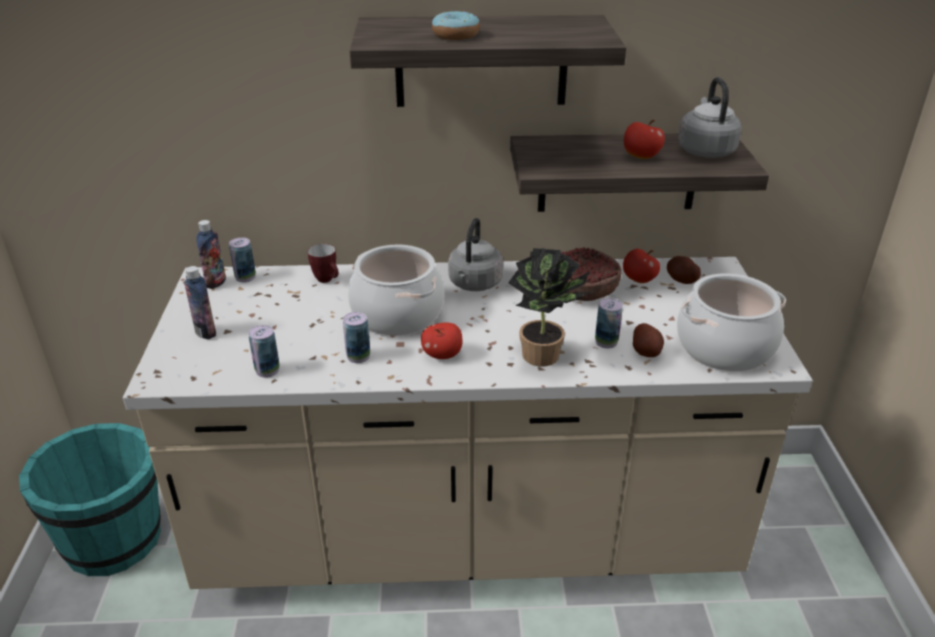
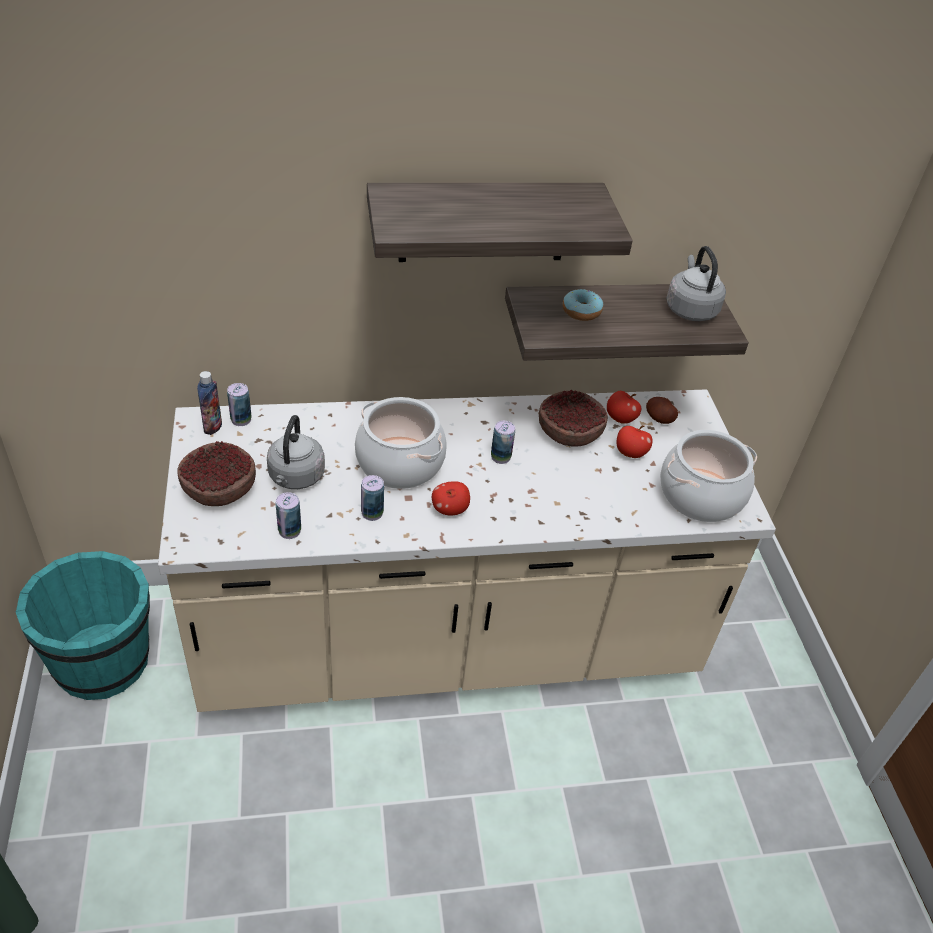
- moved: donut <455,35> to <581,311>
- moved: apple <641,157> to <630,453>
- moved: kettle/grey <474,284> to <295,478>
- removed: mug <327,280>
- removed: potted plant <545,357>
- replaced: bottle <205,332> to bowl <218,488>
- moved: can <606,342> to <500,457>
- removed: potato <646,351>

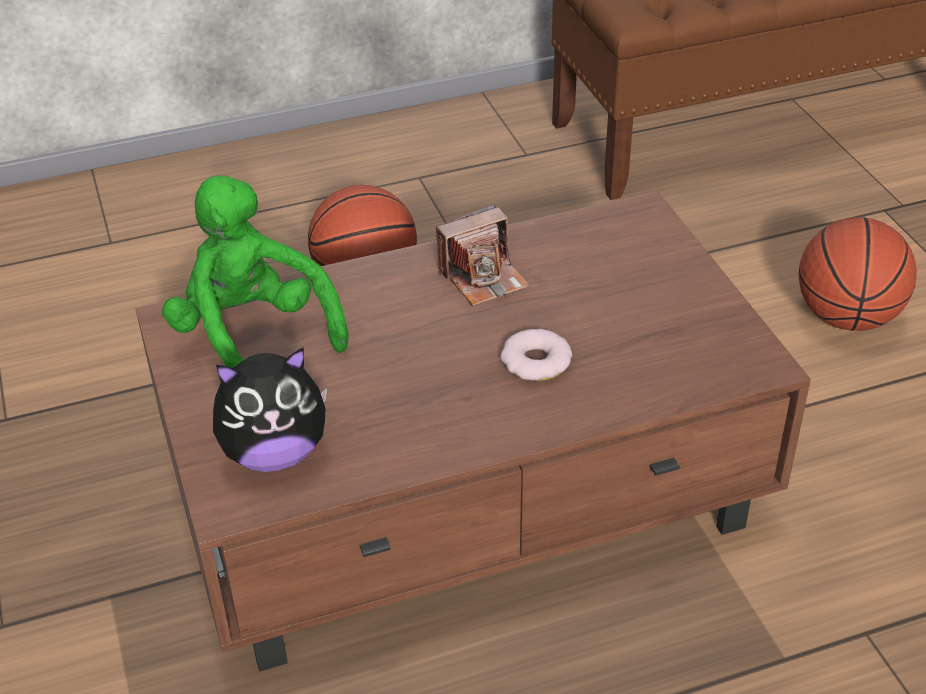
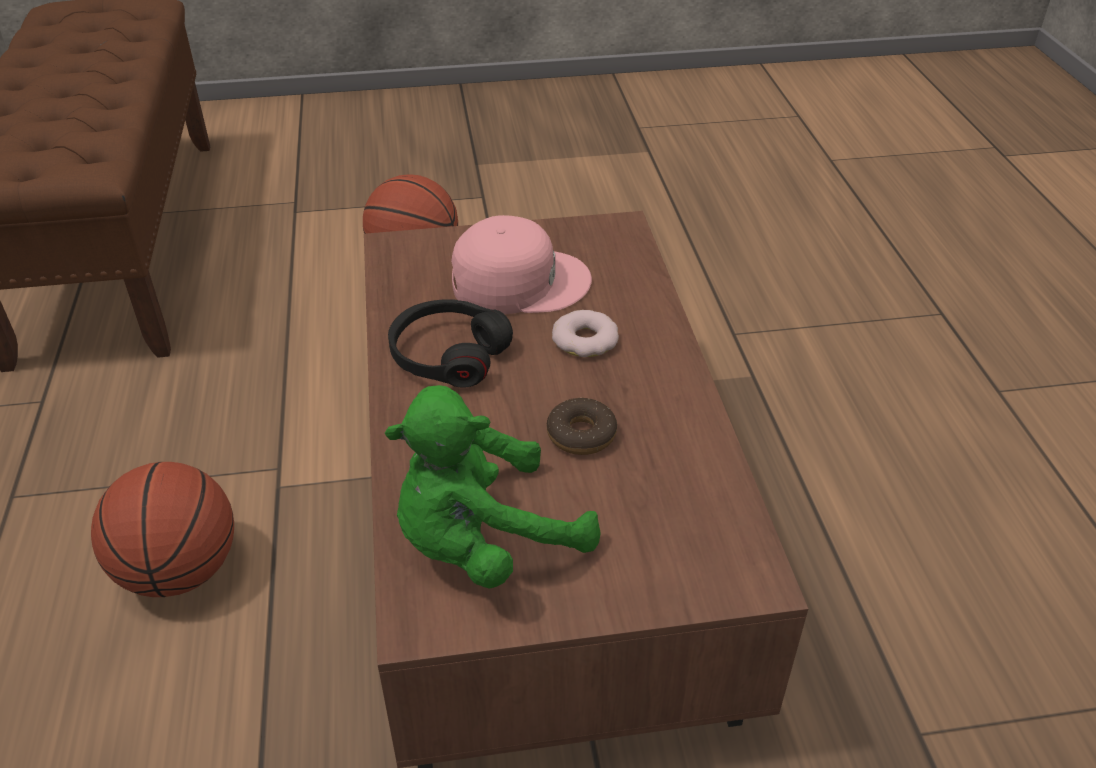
- replaced: photo camera <483,277> to headphones/black <448,355>
- removed: plush toy <274,453>
- added: cap/pink <518,281>
- added: donut <581,434>

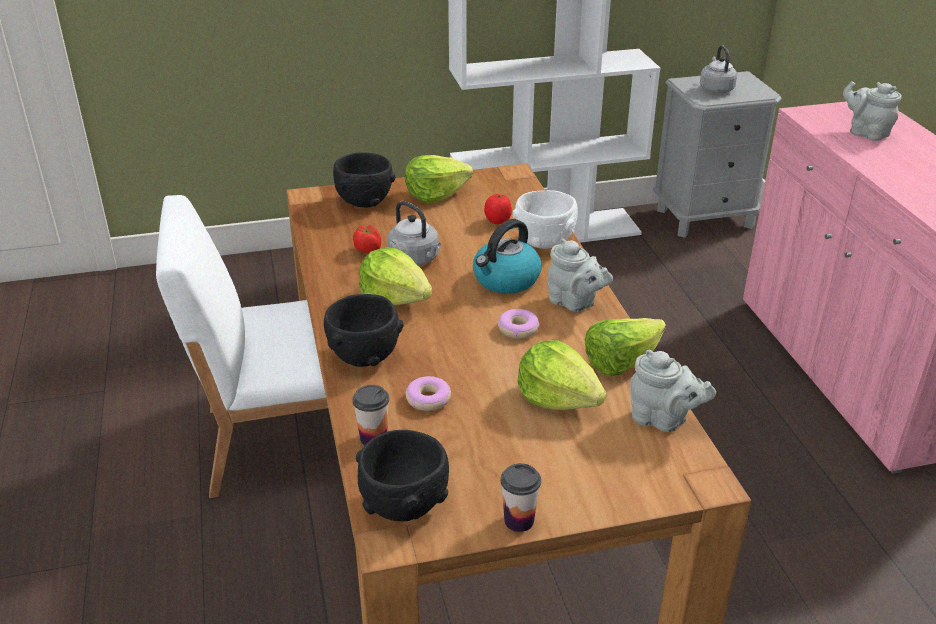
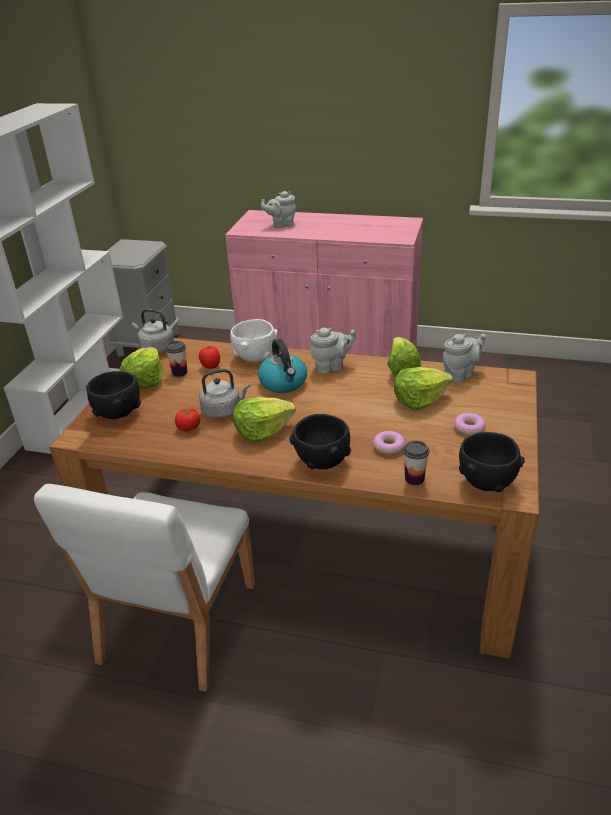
- moved: kettle/grey <716,89> to <156,348>
- moved: donut <518,329> to <469,428>
- moved: cup <519,520> to <179,372>

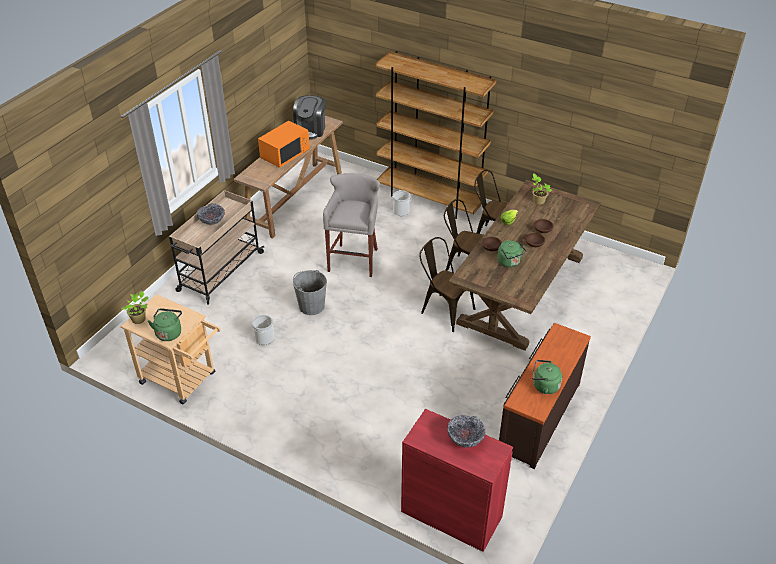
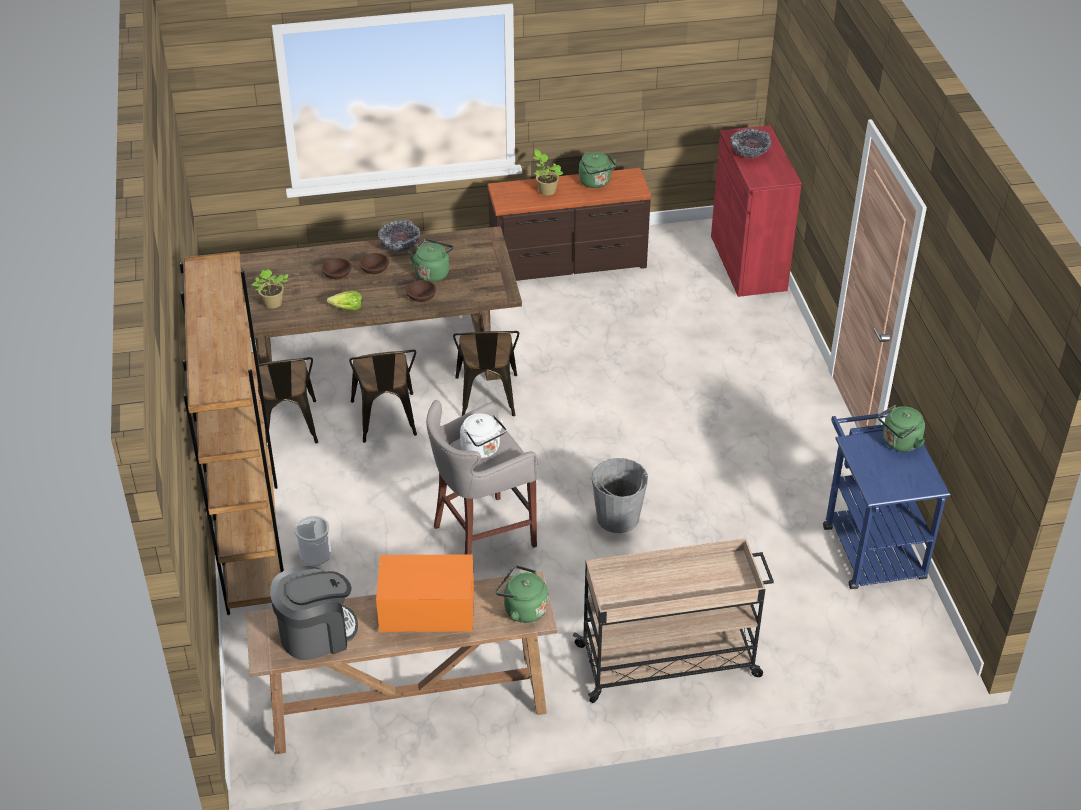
- moved: bowl <212,221> to <399,247>
- moved: potted plant <140,319> to <546,190>
- recoloured: cart/beige <183,380> to cart/blue <869,545>
- removed: bucket <264,338>
- added: kettle/white <482,449>
- added: kettle/green <522,609>

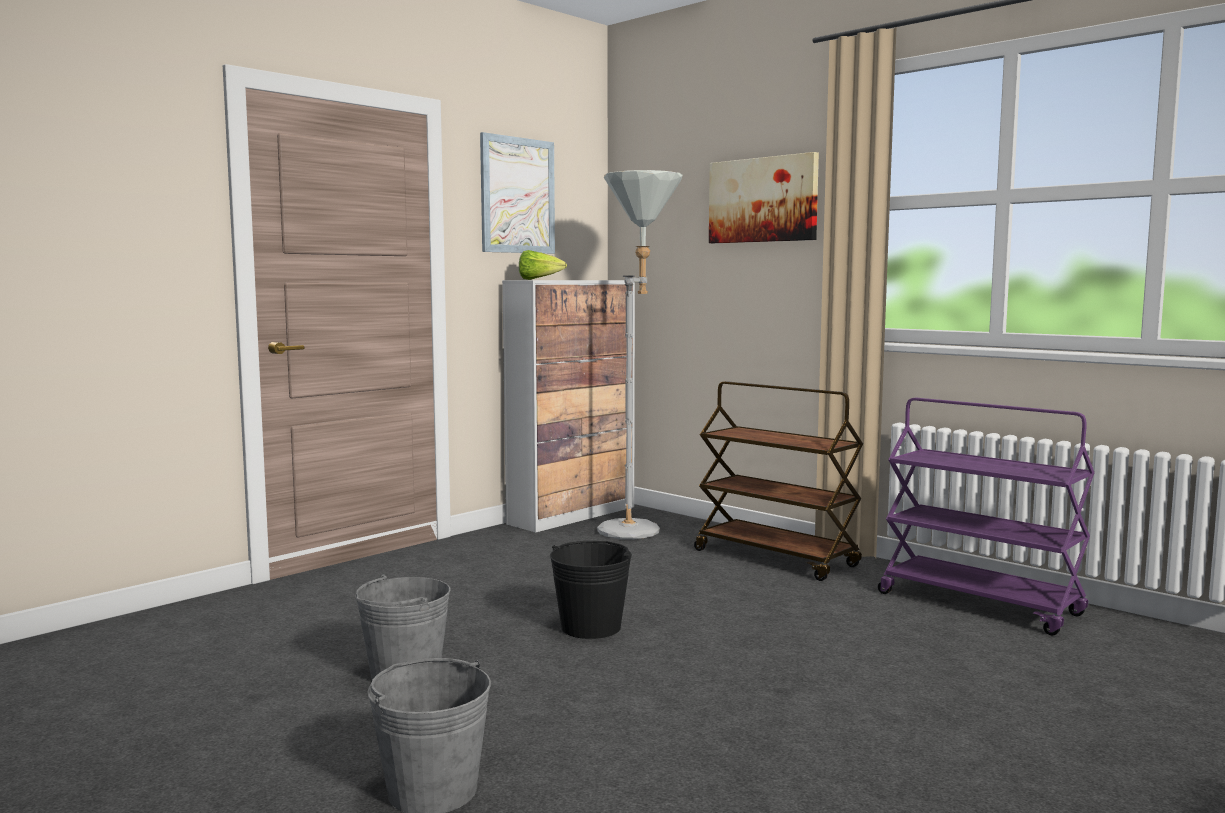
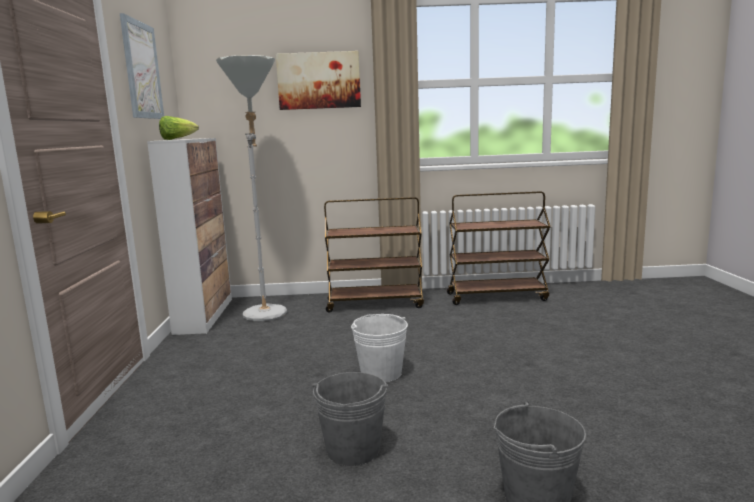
- recoloured: cart/purple <980,604> to cart/brown <497,297>
- recoloured: bucket/black <591,627> to bucket/white <381,373>

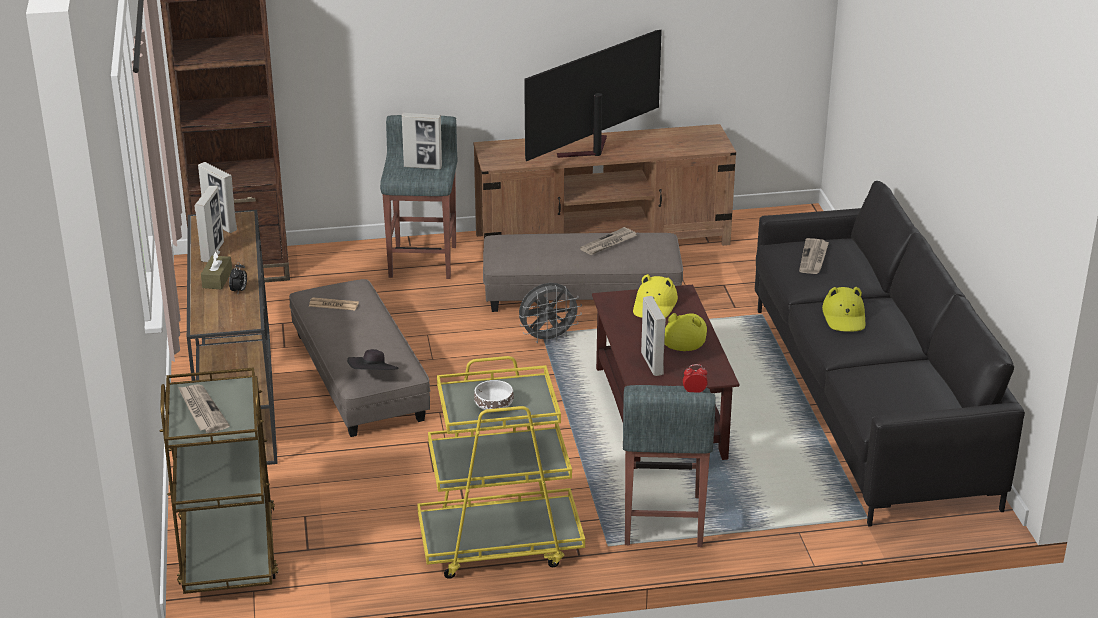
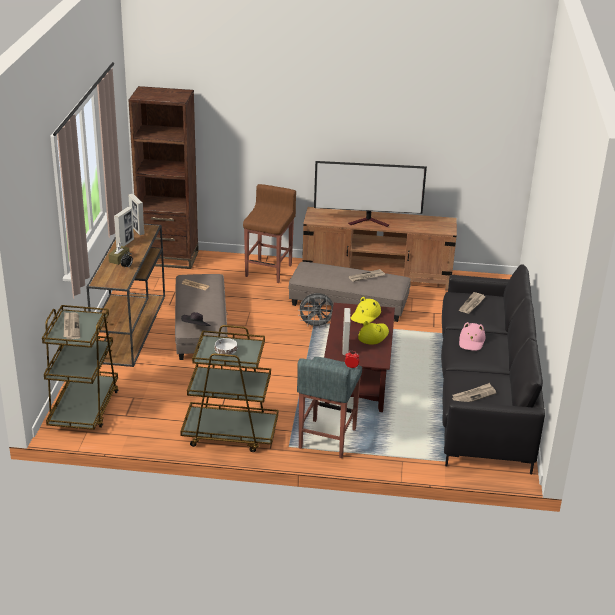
- turned: television <588,151> = <369,222> 150 degrees counterclockwise
- removed: picture frame <423,166>
- recoloured: stool/grey <423,260> to stool/brown <269,270>
- recoloured: hat/yellow <844,317> to hat/pink <471,341>
- recoloured: cart/yellow <499,544> to cart/brown <229,433>
- added: newspaper <474,395>

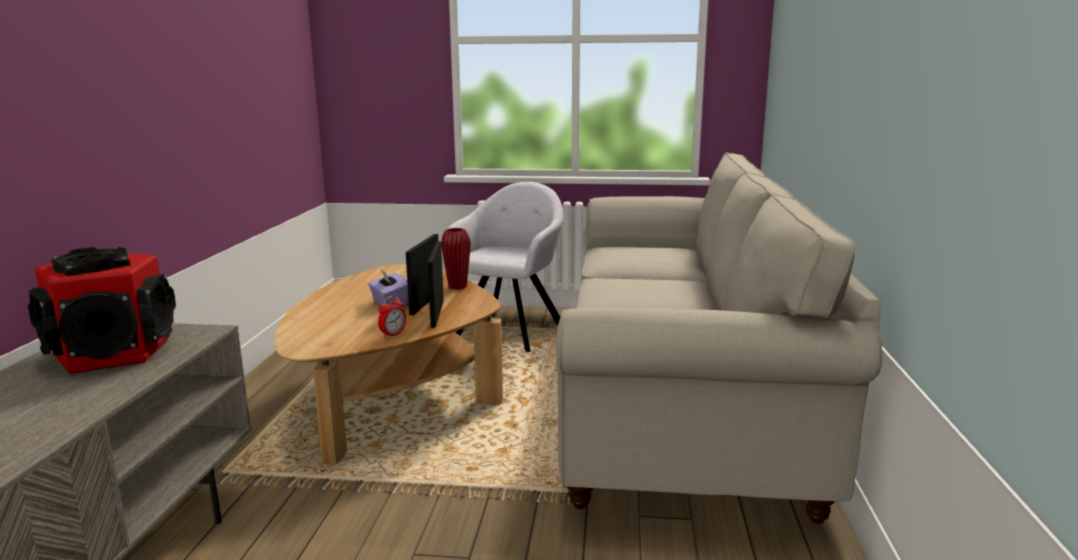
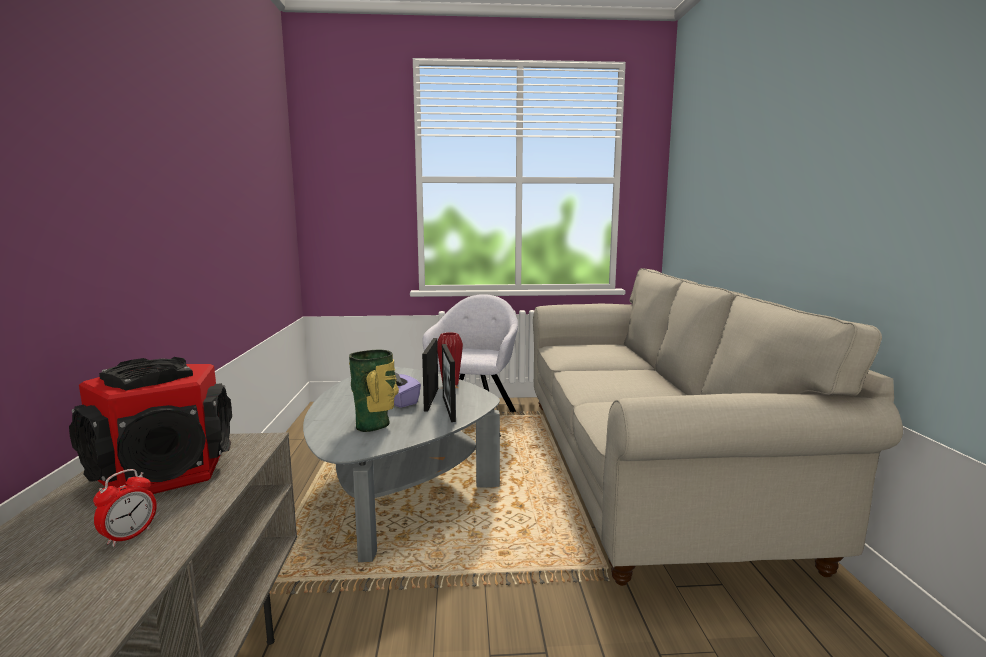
- recoloured: coffee table/brown <394,398> to coffee table/grey <399,488>
- moved: alarm clock <393,334> to <129,536>
- added: vase <374,424>

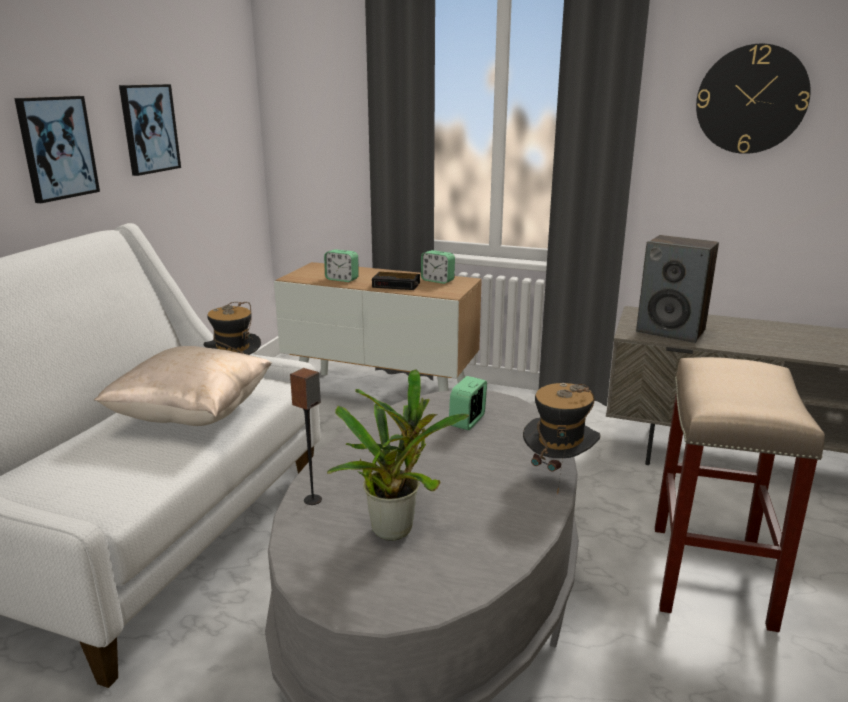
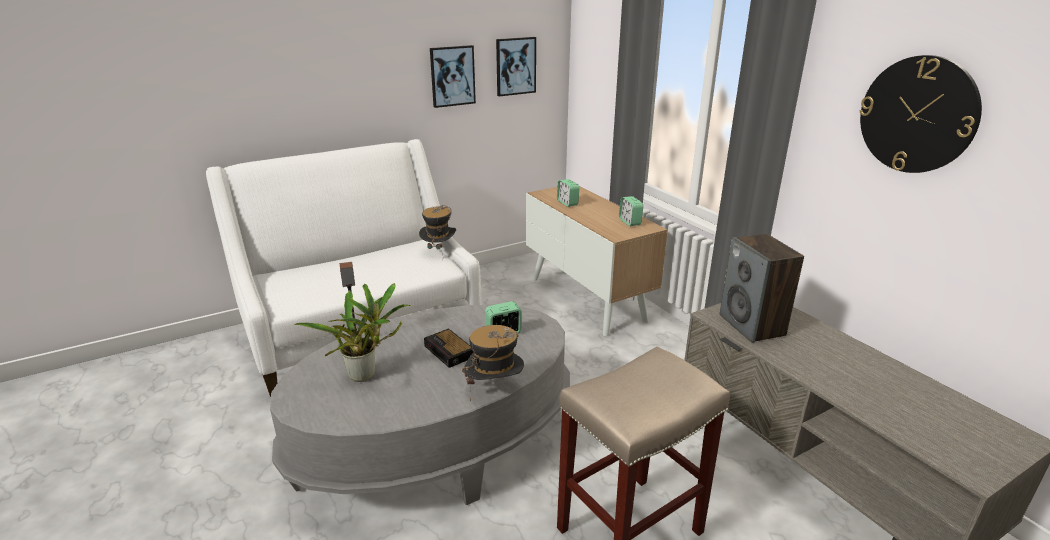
- moved: picture <57,148> to <515,66>
- moved: alarm clock <397,285> to <449,352>
- removed: pillow/beige <192,415>

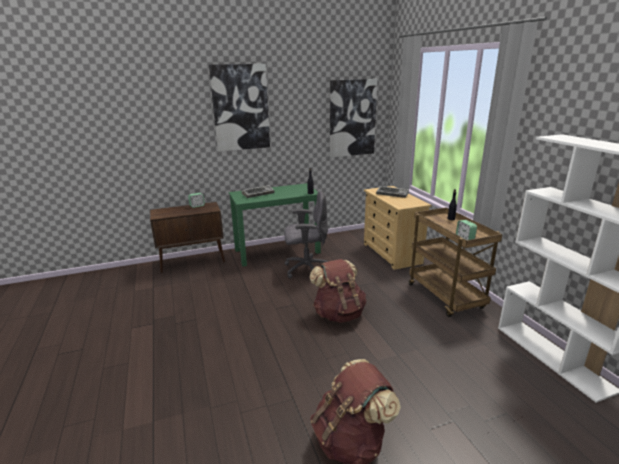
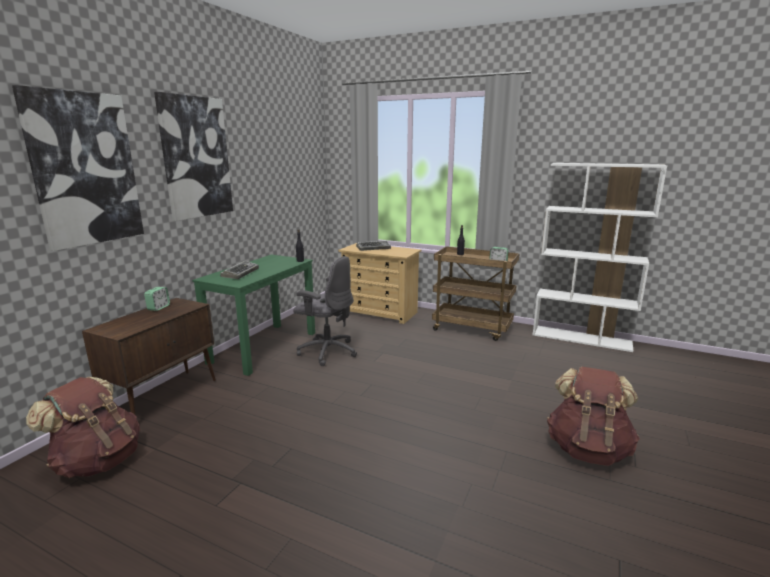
- moved: picture <352,118> to <84,169>
- turned: office chair/grey <306,269> = <327,351> 75 degrees clockwise
- moved: backpack/brown <338,314> to <98,461>

